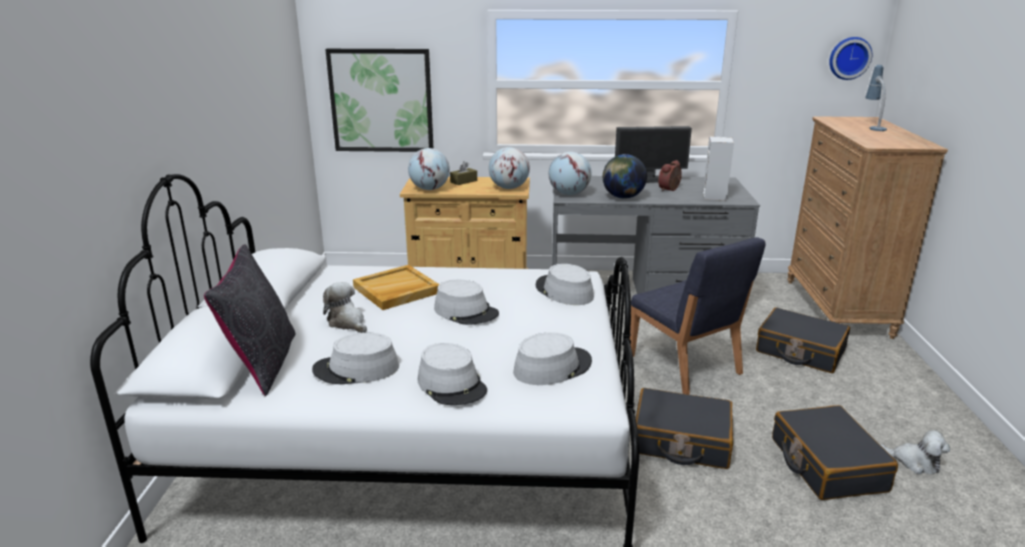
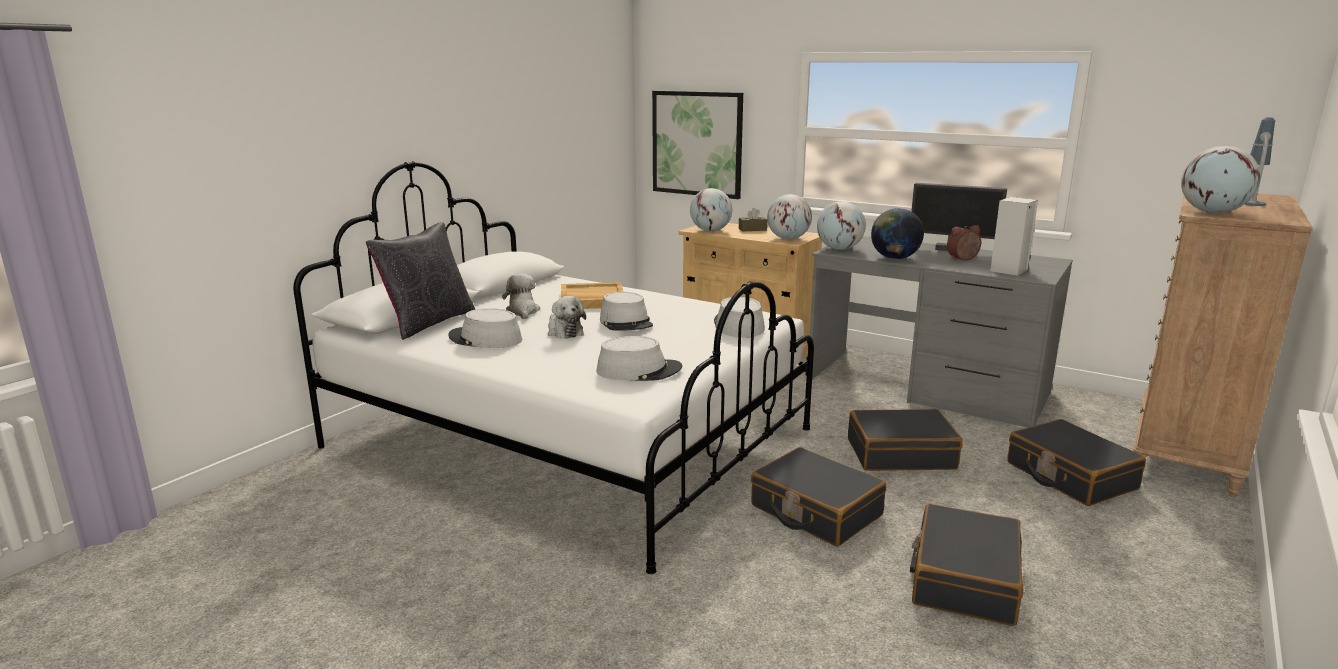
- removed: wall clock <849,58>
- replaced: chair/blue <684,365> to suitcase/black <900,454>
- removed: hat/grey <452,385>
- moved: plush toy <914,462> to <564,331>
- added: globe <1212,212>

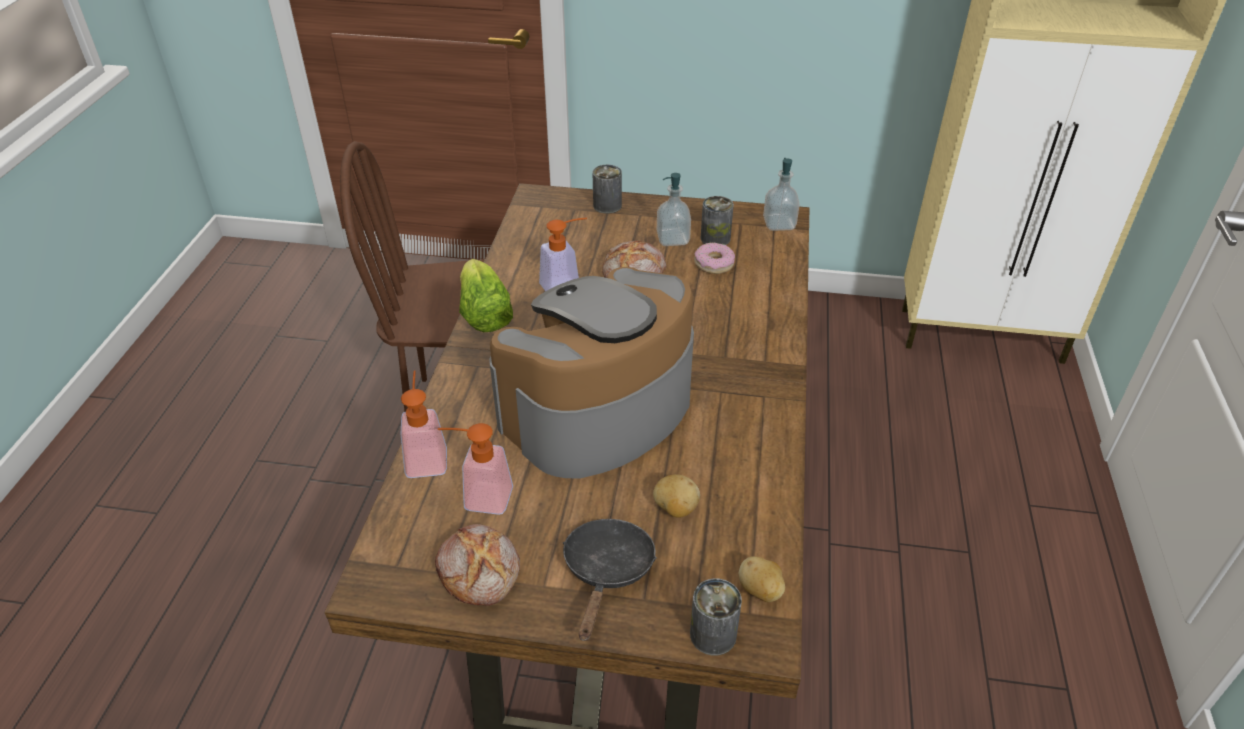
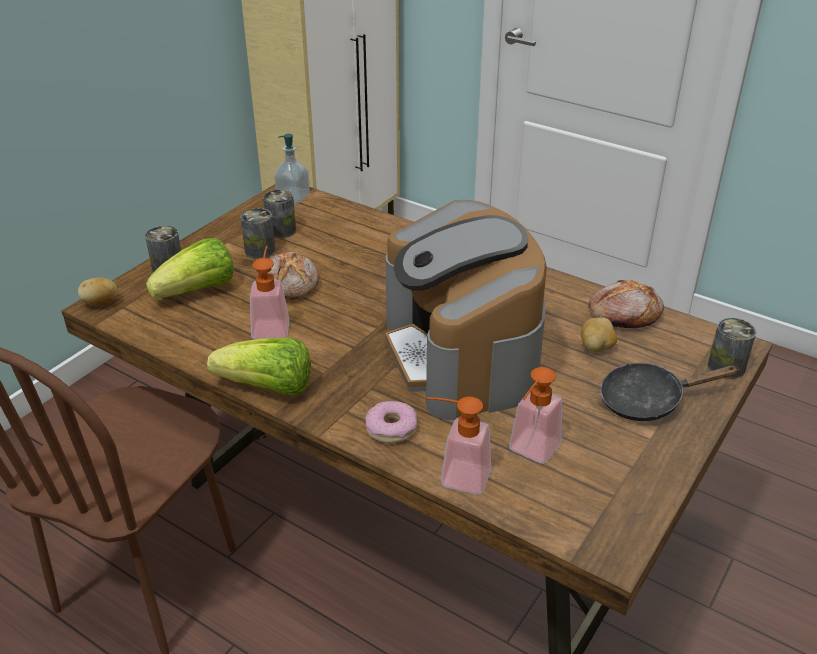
- replaced: soap dispenser <673,239> to can <260,250>
- moved: donut <713,264> to <391,428>
- turned: frying pan/black <607,572> = <648,400> 45 degrees counterclockwise
- moved: bread <480,571> to <623,314>
- moved: potato <760,591> to <101,303>
- added: lettuce <198,291>

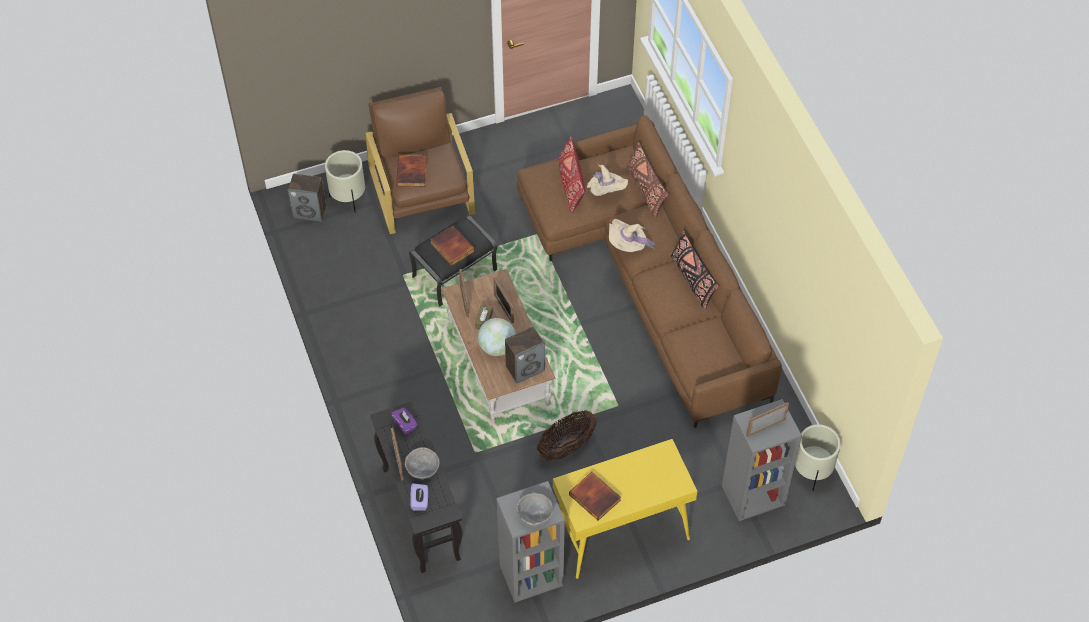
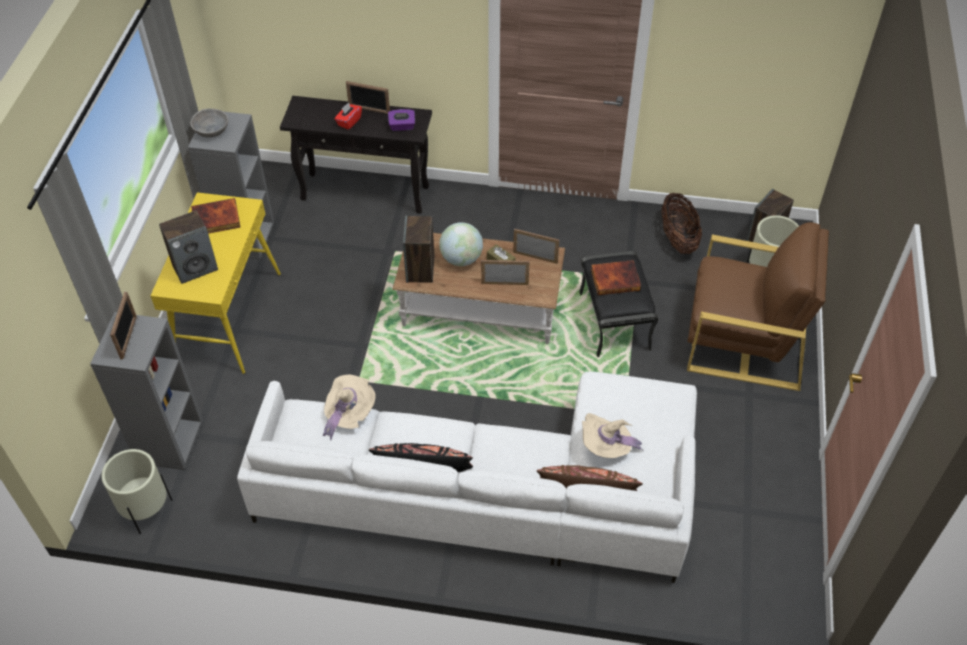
- recoloured: sofa/brown <650,278> to sofa/white <496,492>
- removed: pillow/red <571,185>
- removed: book <412,172>
- moved: hat/beige <628,245> to <348,414>
- moved: basket <566,446> to <678,238>
- replaced: bowl/grey <423,468> to tissue box/red <349,122>
- removed: tissue box/purple <420,501>
- added: speaker <195,267>

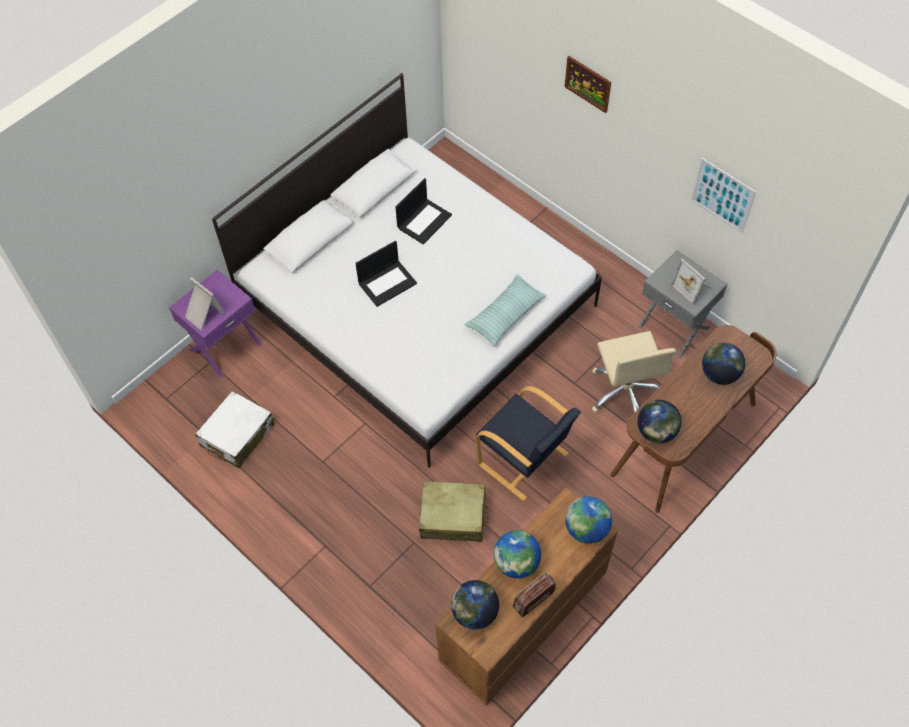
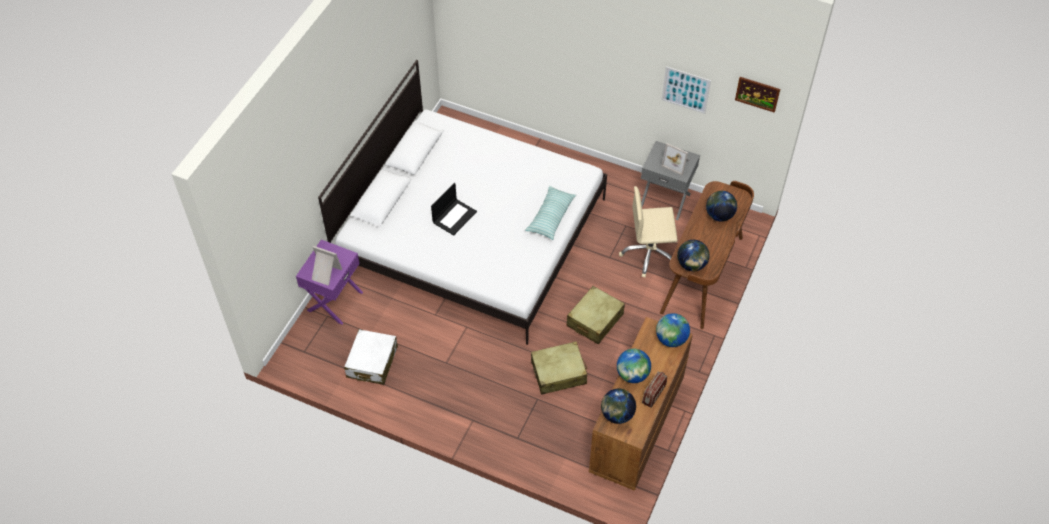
- moved: picture <588,83> to <757,94>
- removed: laptop <424,221>
- turned: office chair/beige <625,392> = <649,254> 120 degrees clockwise
- replaced: armchair/black <524,460> to suitcase/beige <594,320>

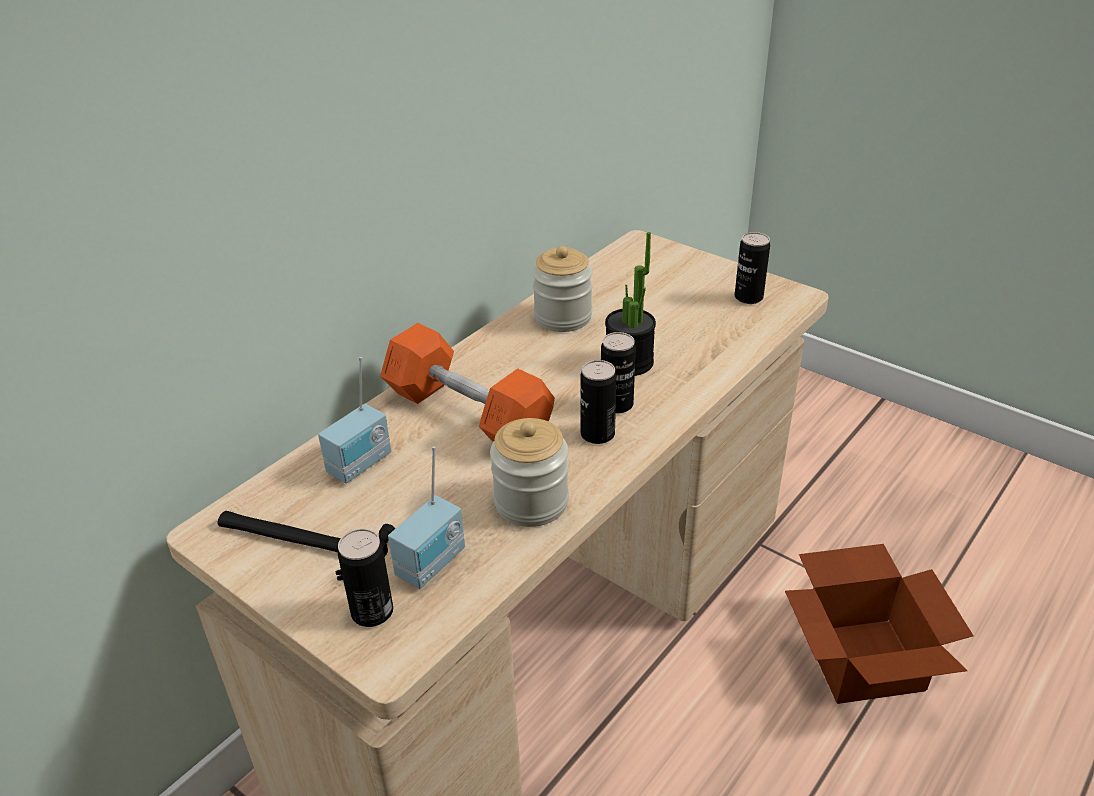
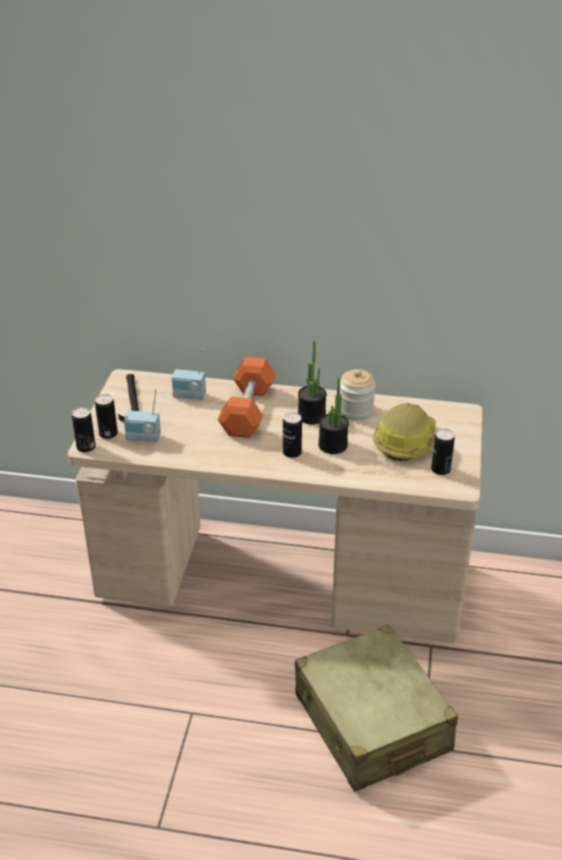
- moved: can <597,434> to <86,447>
- removed: jar <531,502>
- replaced: cardboard box <864,657> to suitcase/beige <371,723>
- added: potted plant <311,416>
- added: hard hat <405,441>

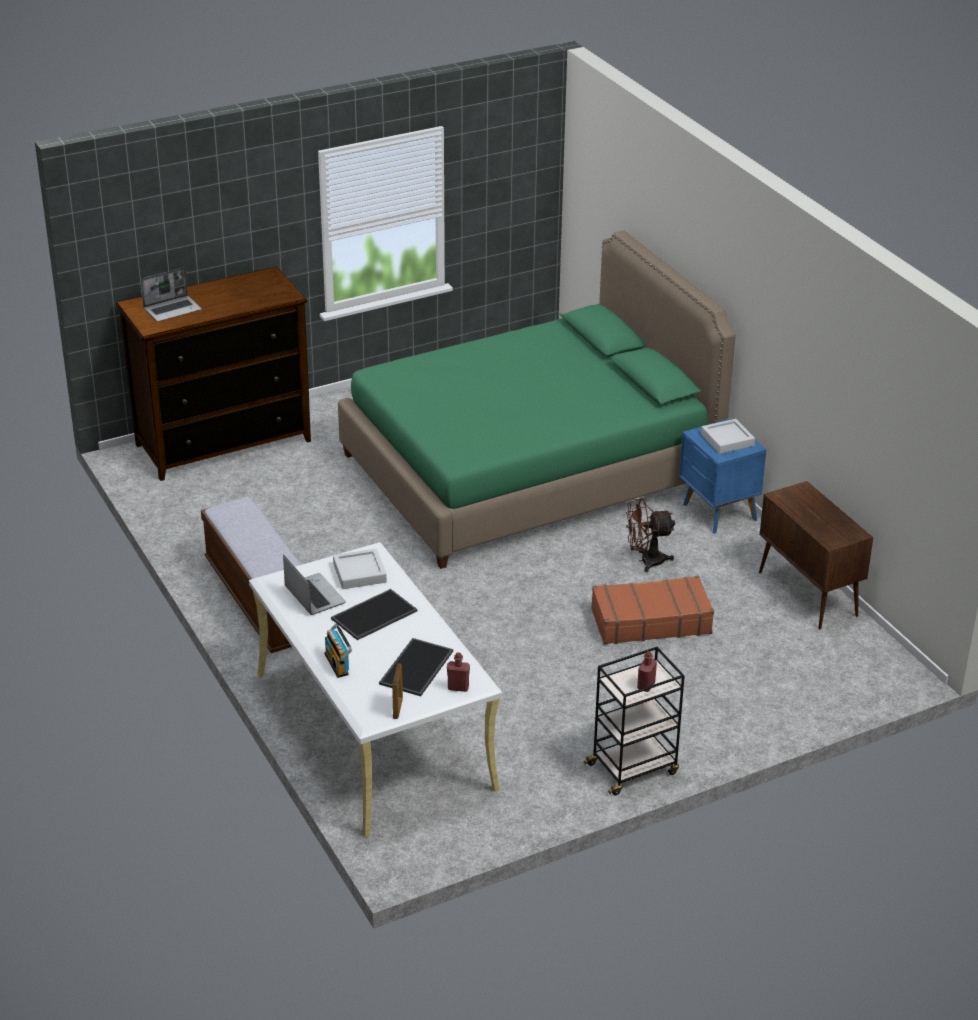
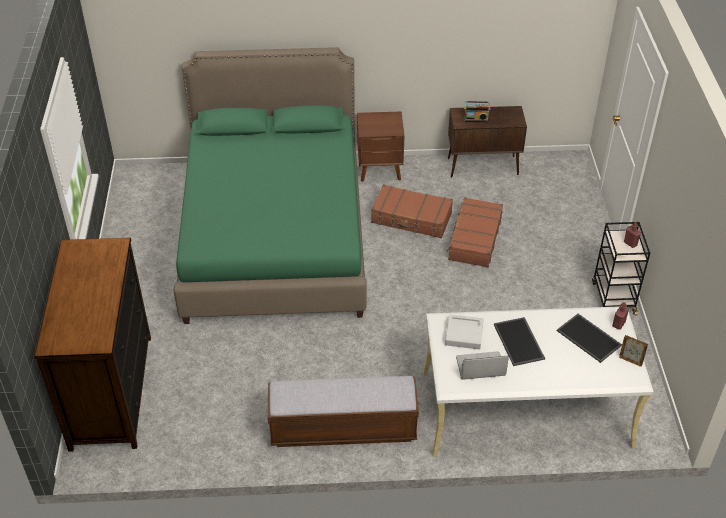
- removed: laptop <173,309>
- recoloured: nightstand/blue <719,513> to nightstand/brown <380,170>
- removed: tray/grey <727,440>
- replaced: fan/brown <646,561> to suitcase/brown <411,218>
- moved: radio <338,664> to <476,119>

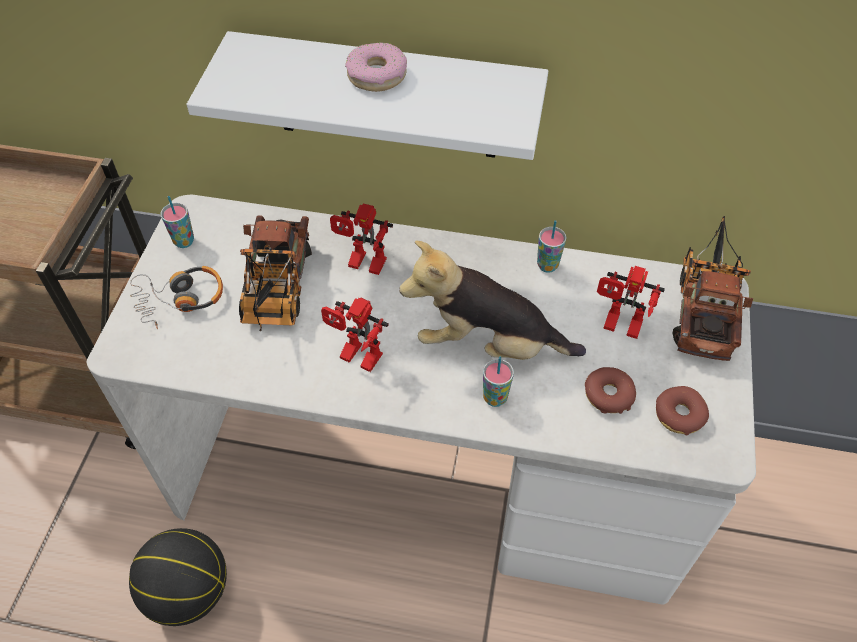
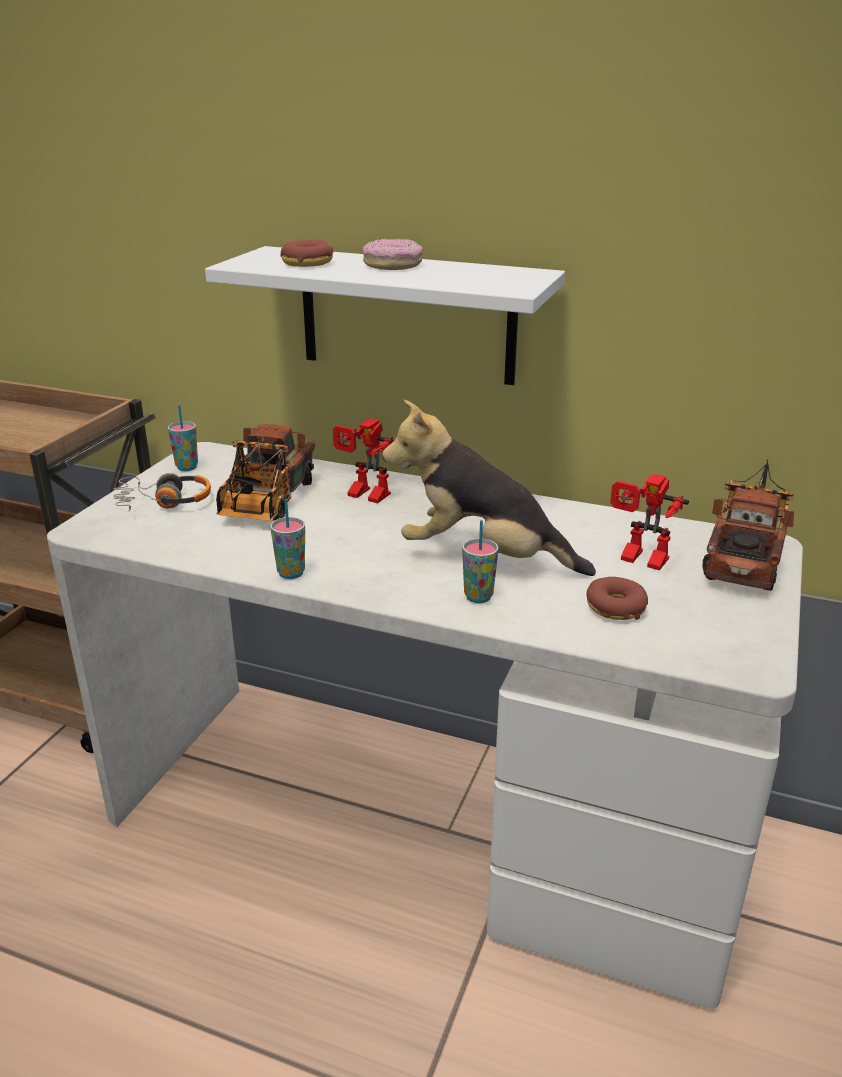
- moved: cup <547,265> to <291,573>
- removed: toy robot <356,358>
- moved: donut <679,415> to <307,263>
- removed: basketball <189,591>

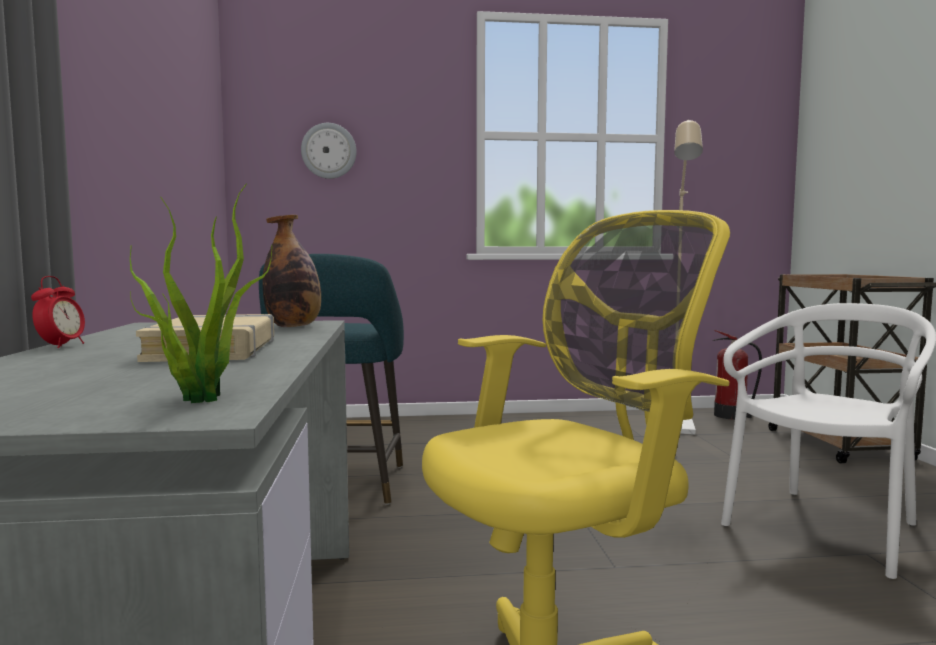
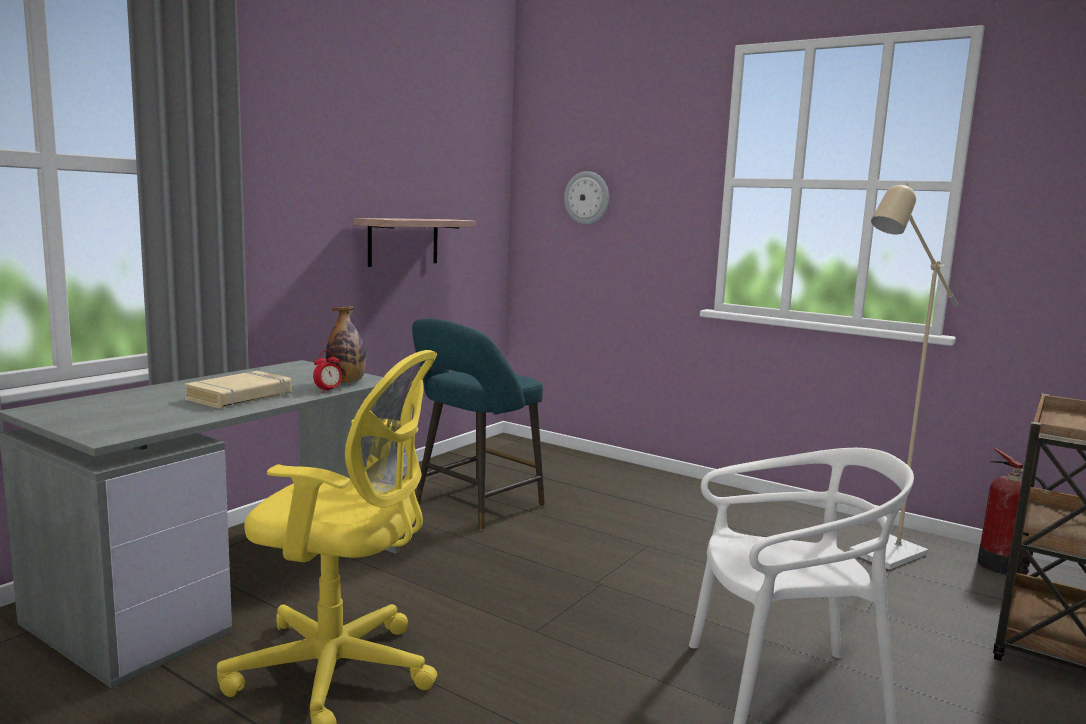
- removed: potted plant <200,397>
- moved: alarm clock <61,346> to <328,391>
- added: shelf <403,241>

